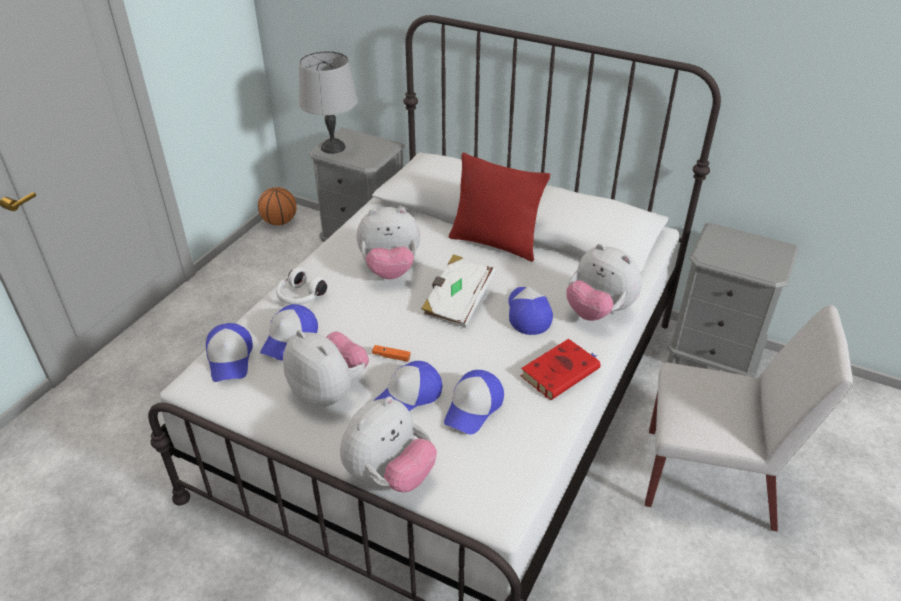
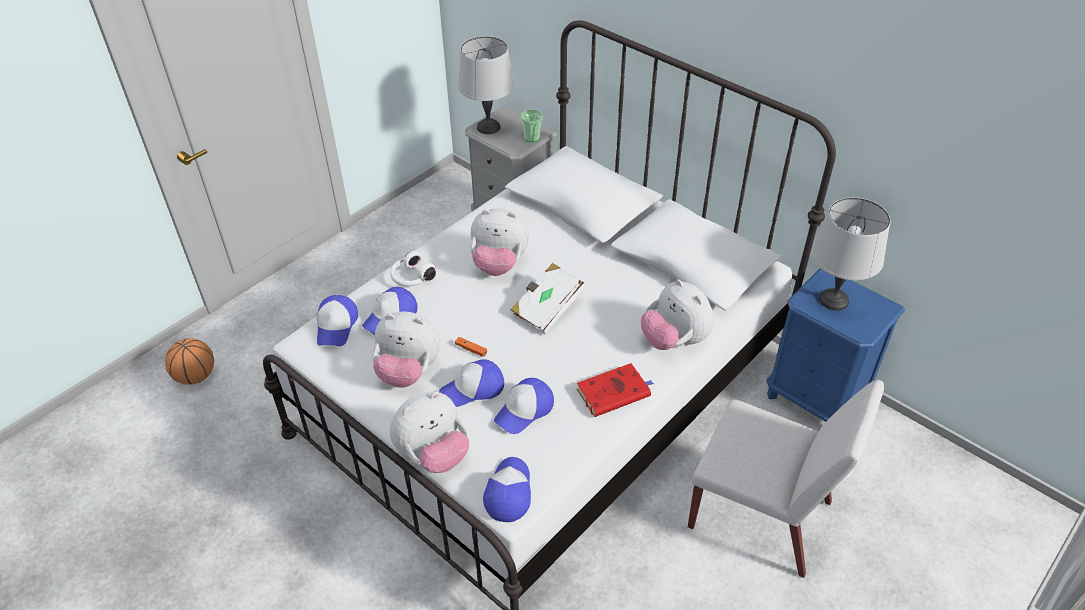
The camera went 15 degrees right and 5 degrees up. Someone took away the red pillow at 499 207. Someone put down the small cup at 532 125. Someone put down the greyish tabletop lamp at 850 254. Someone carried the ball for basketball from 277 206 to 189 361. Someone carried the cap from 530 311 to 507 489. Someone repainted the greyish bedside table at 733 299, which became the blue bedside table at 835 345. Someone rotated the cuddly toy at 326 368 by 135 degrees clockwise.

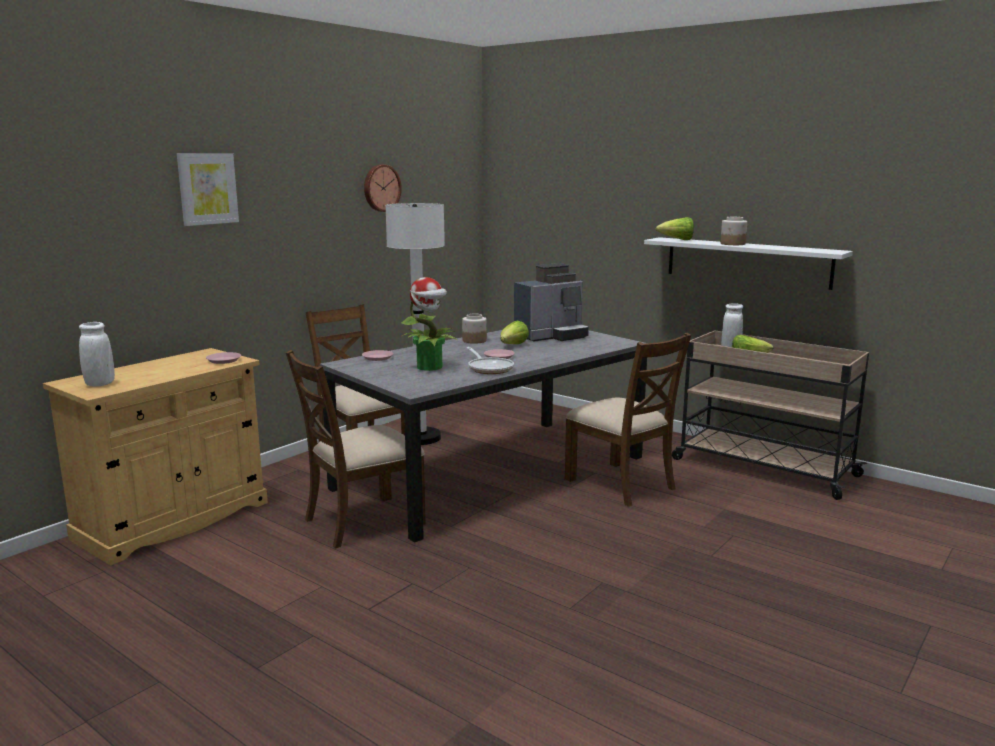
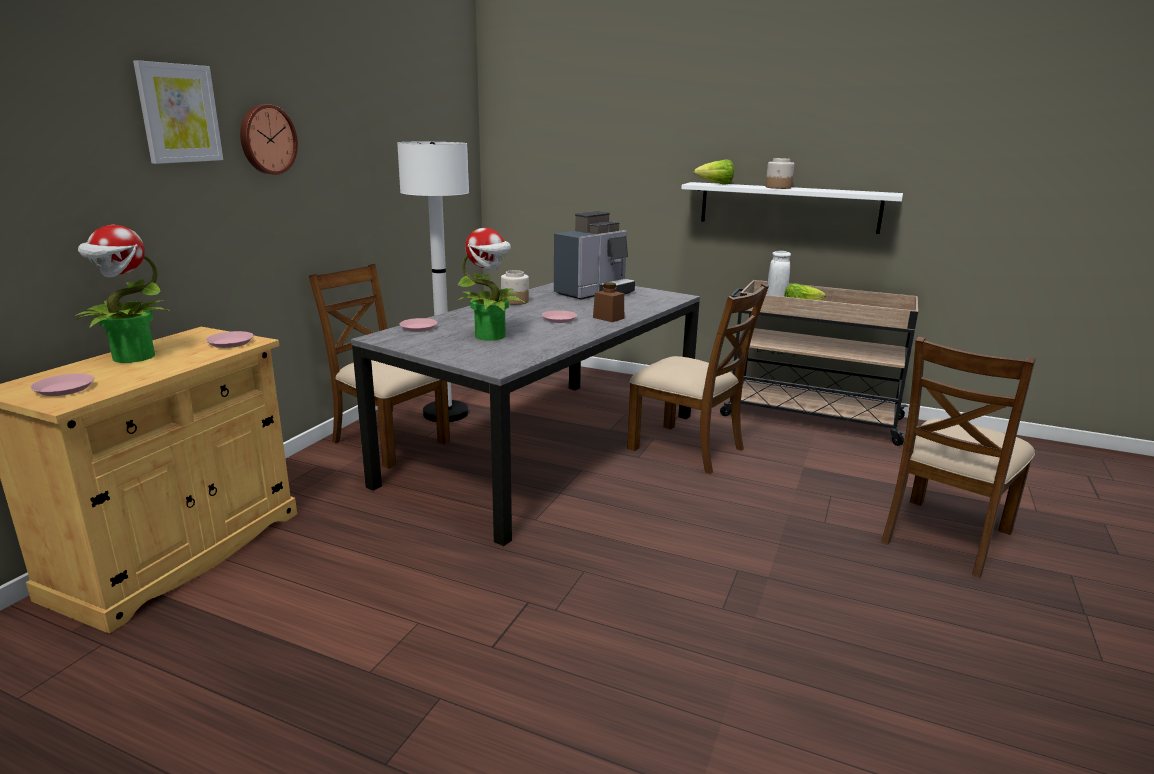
The camera went 15 degrees left and 5 degrees up. Someone took away the pan at 490 360. Someone took away the lettuce head at 514 332. Someone put down the potted plant at 123 294. Someone put down the brownish jar at 608 302. Someone carried the brownish upright chair from 356 449 to 958 457. Someone carried the hanging clock from 383 188 to 269 139. Someone swapped the whitish flower vase at 97 354 for the pinkish flat dish at 62 384.

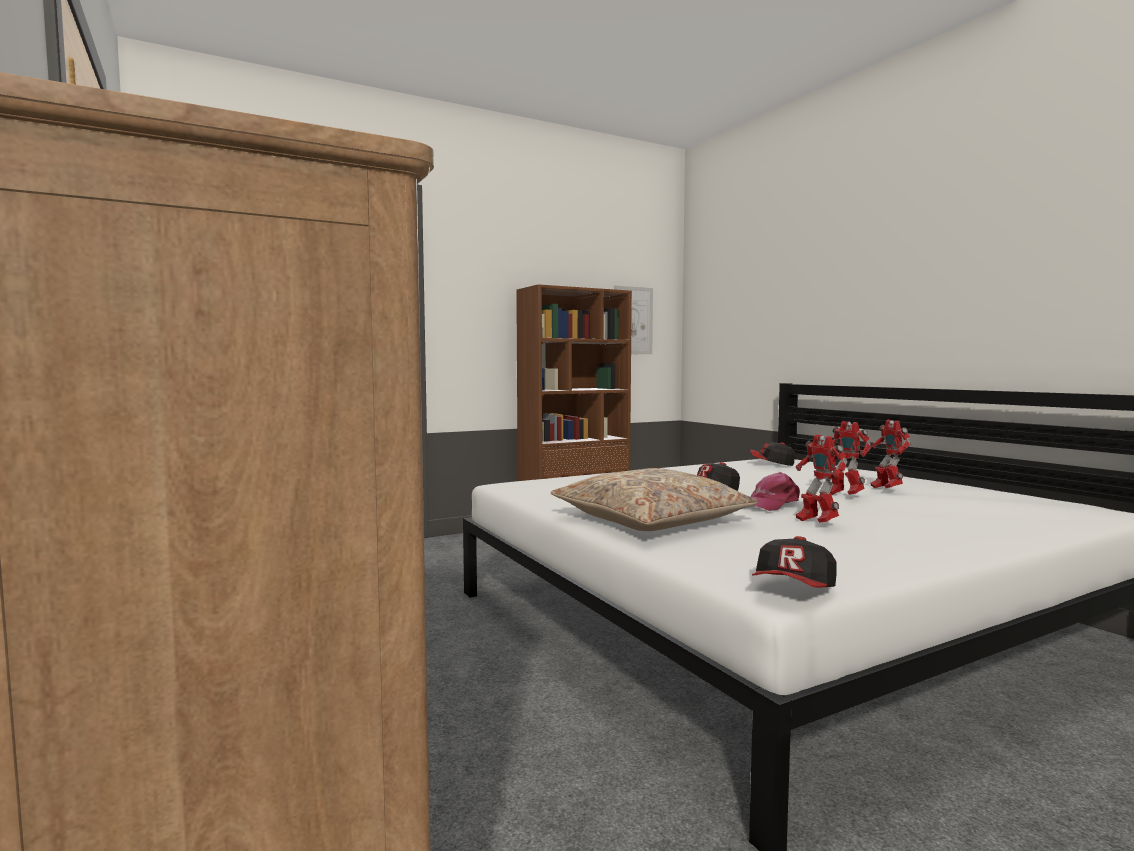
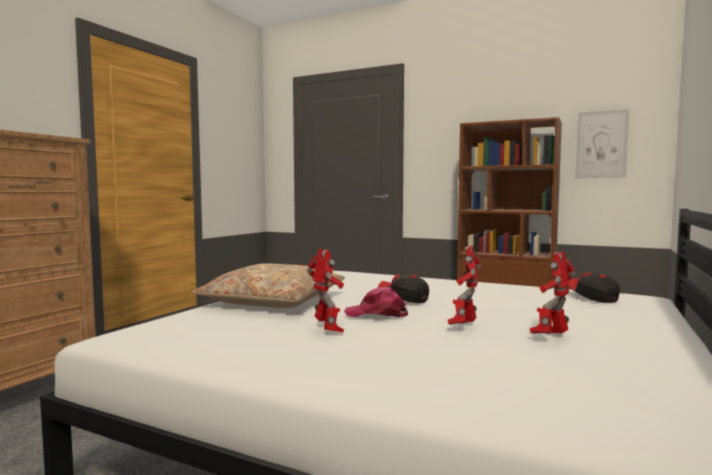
The camera went 55 degrees right and 0 degrees up. Someone took away the cap at 794 562. Someone rotated the model robot at 821 478 by 120 degrees clockwise.

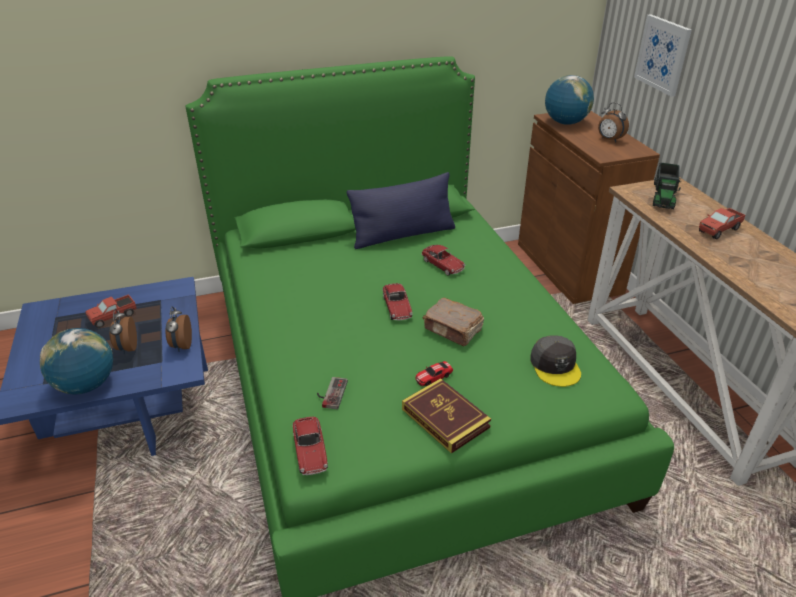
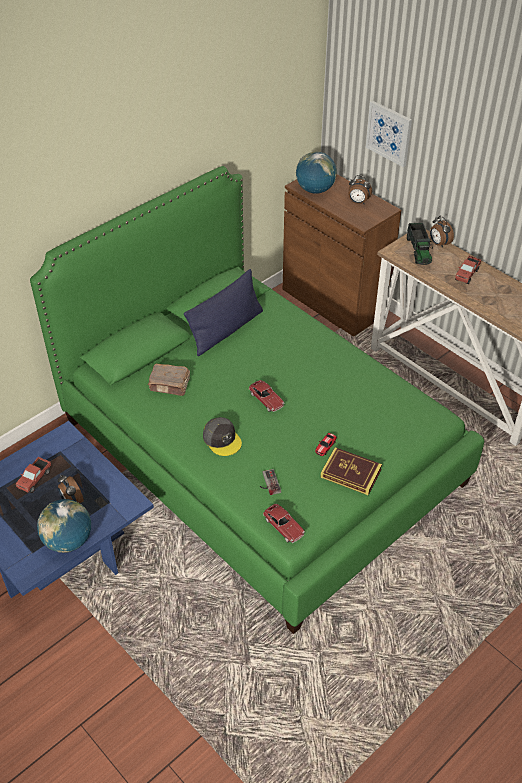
The camera went 25 degrees left and 10 degrees up. Someone took away the miniature car at 443 260. Someone carried the table clock from 179 329 to 442 232. Someone carried the brownish volume from 453 322 to 169 380. Someone carried the greyish cap from 555 361 to 222 436.

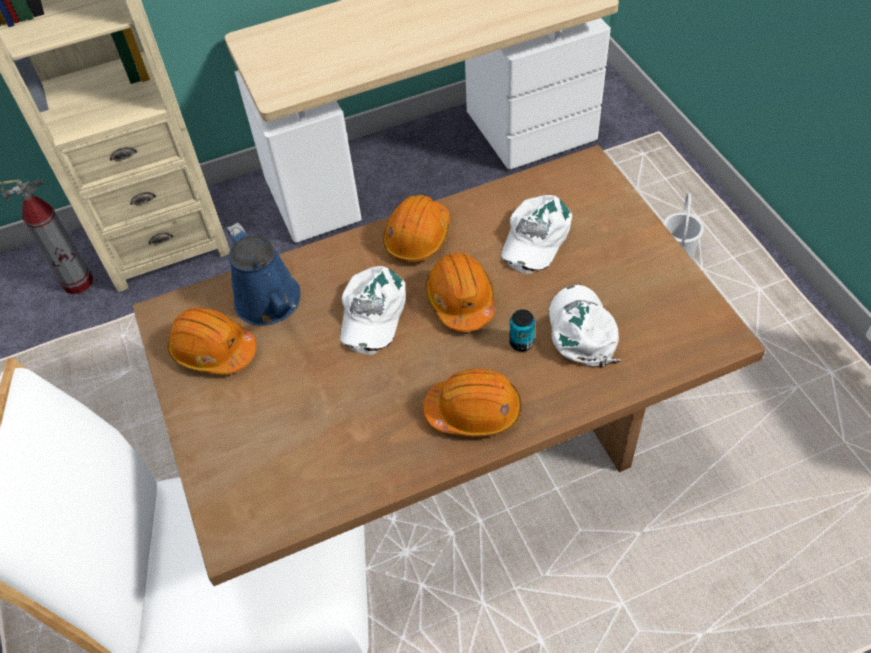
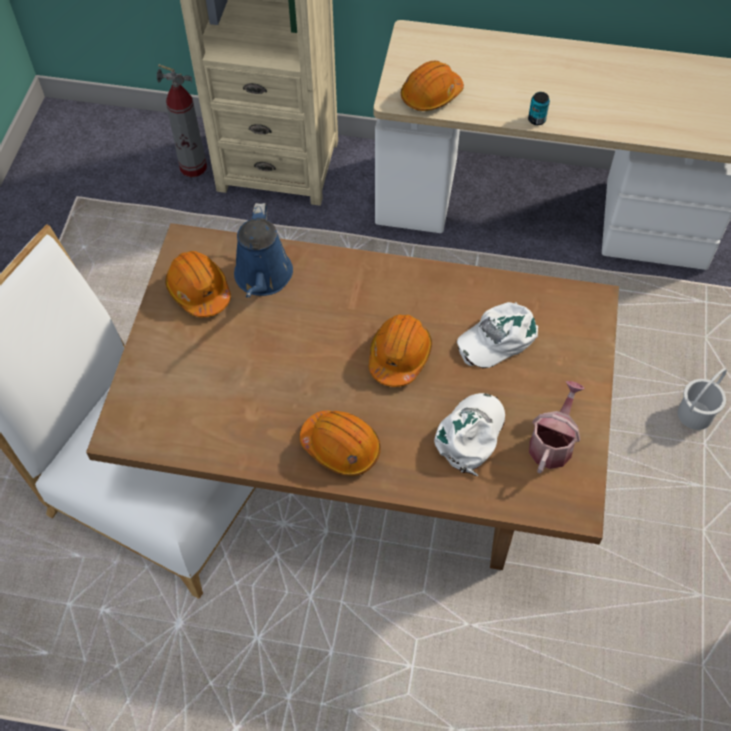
The camera went 30 degrees right and 5 degrees up. Someone took away the whitish cap at 373 310. Someone put down the sprinkling can at 557 427. Someone carried the orangey work helmet from 416 228 to 432 86. Someone carried the sealed can from 522 330 to 539 108.

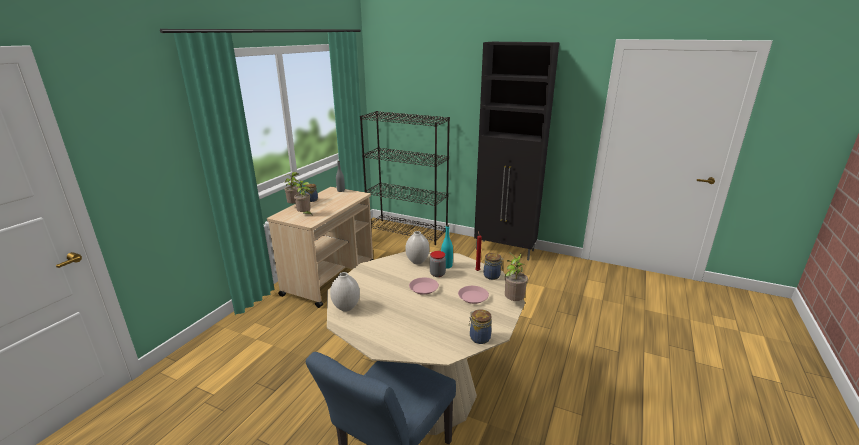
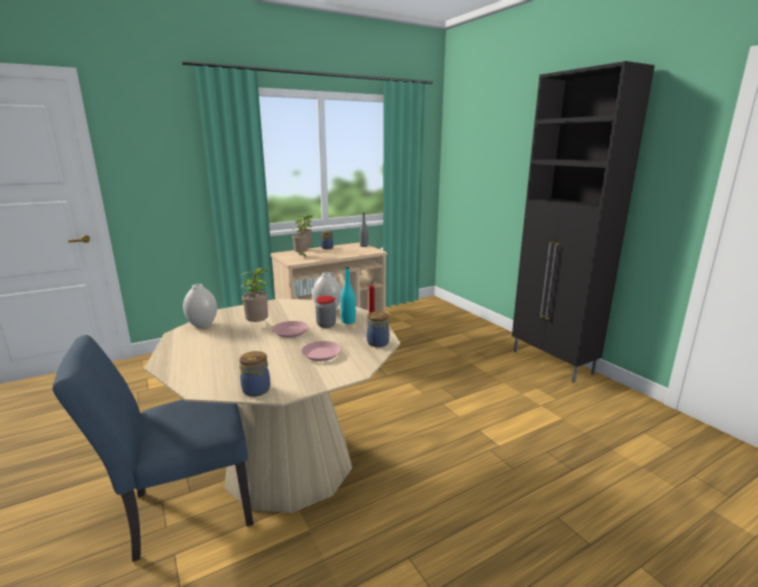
The camera went 35 degrees right and 5 degrees down. Someone took away the black-coloured bookshelf at 405 178. Someone carried the potted plant from 516 276 to 253 295.

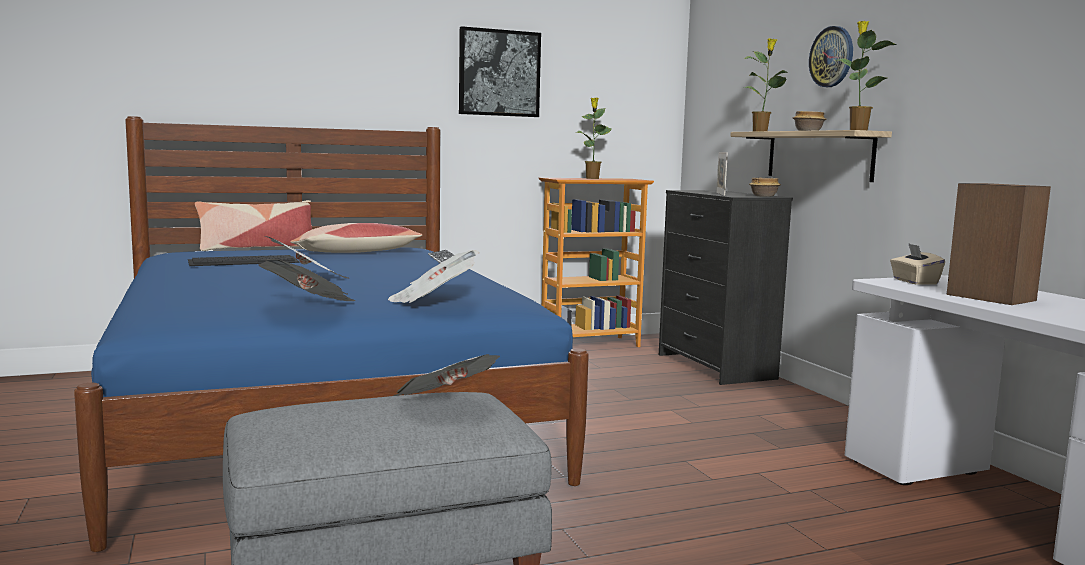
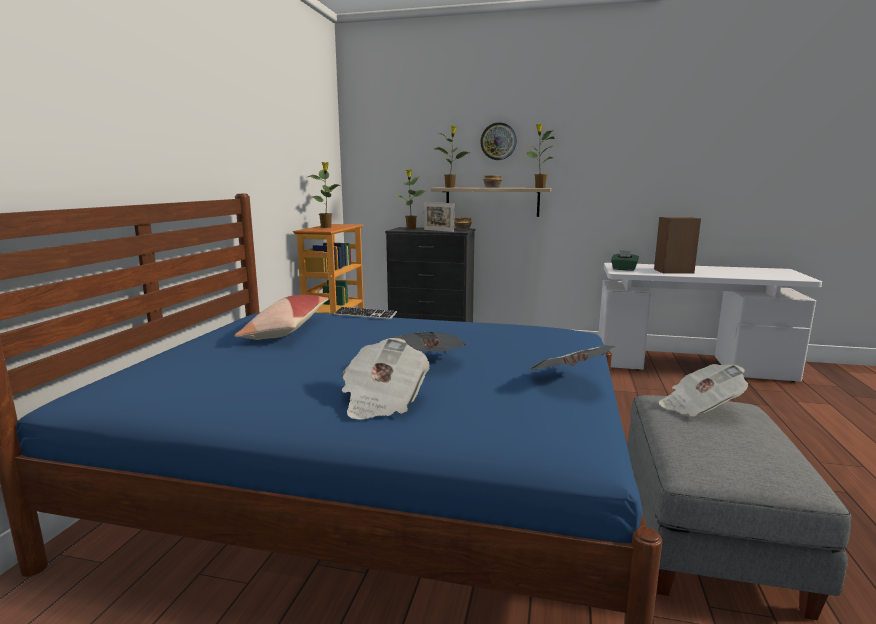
The camera went 55 degrees left and 5 degrees up. Someone took away the keyboard at 243 260. Someone took away the pillow at 253 225. Someone took away the picture at 500 71. Someone put down the potted plant at 410 199. Someone carried the printed paper from 433 276 to 386 378. Someone repainted the beige tissue holder at 917 264, which became the green tissue holder at 625 260.

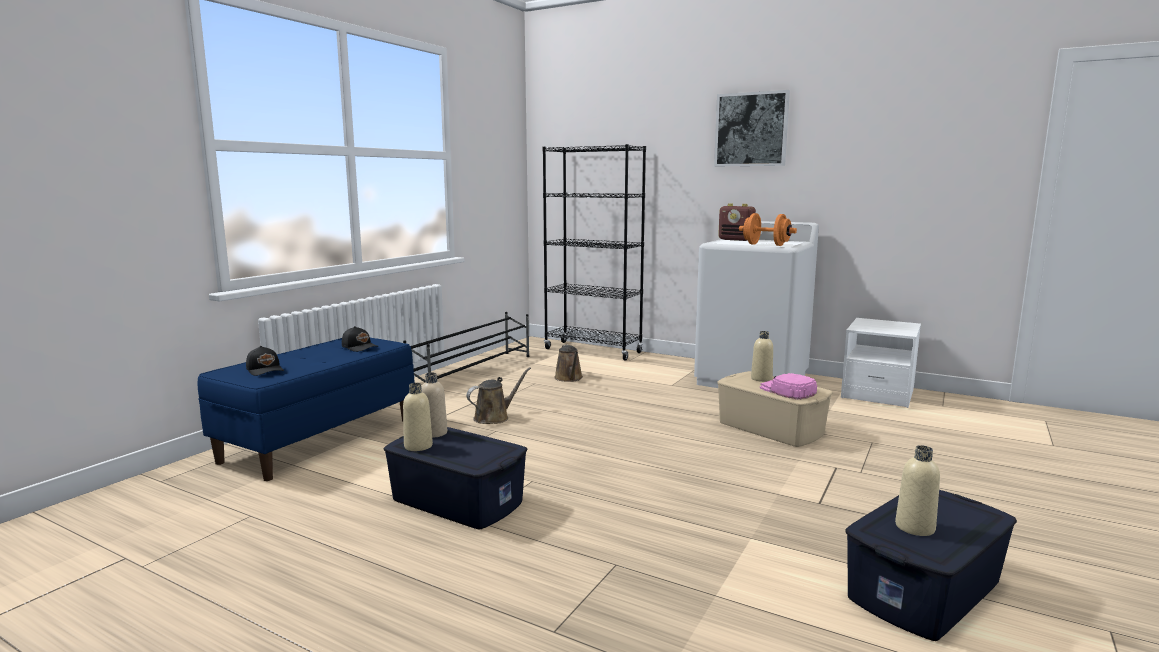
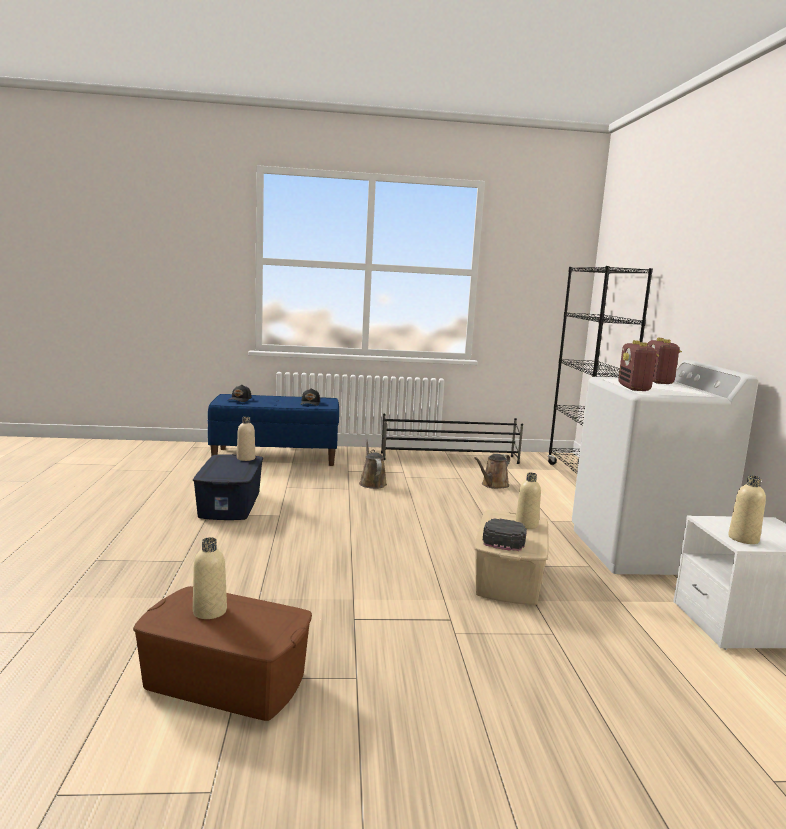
The camera went 55 degrees right and 0 degrees up. Someone took away the picture at 752 128. Someone carried the beige drink bottle from 418 417 to 747 509. Someone swapped the orangey dumbbell at 768 229 for the radio set at 638 365. Someone repainted the pinkish cap at 788 386, which became the black-coloured cap at 505 534. Someone repainted the blue storage bin at 931 565, which became the brownish storage bin at 222 653. Someone rotated the brownish sprinkling can at 498 395 by 120 degrees counterclockwise.

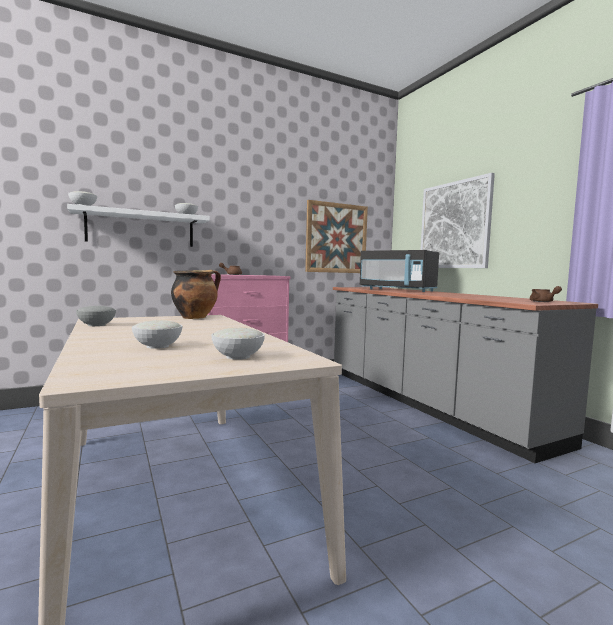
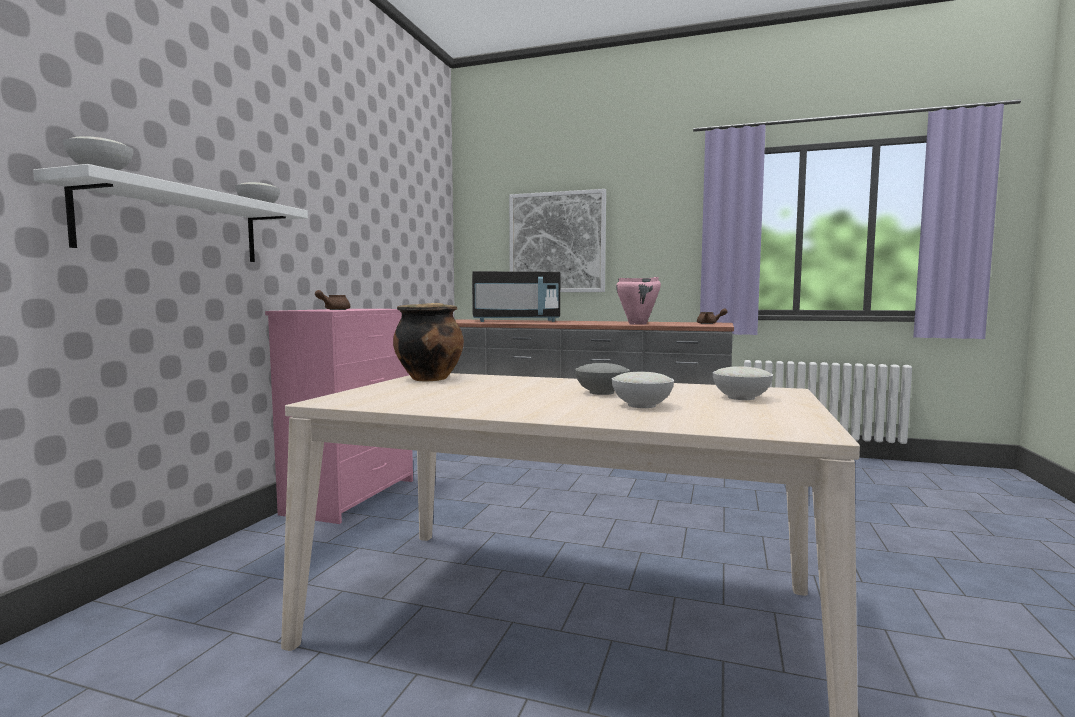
The camera went 45 degrees left and 0 degrees up. Someone took away the picture at 336 236. Someone put down the pinkish saucepot at 638 301. Someone carried the greyish deep dish from 96 316 to 602 379.

